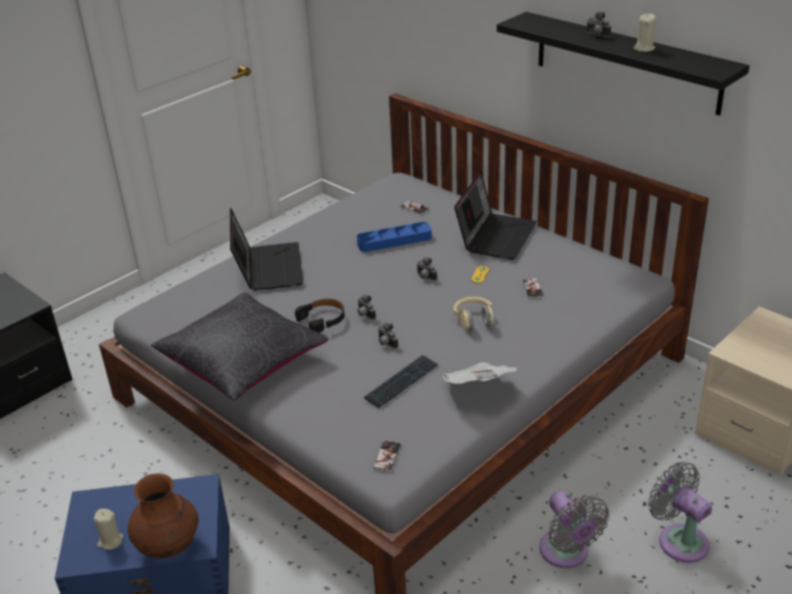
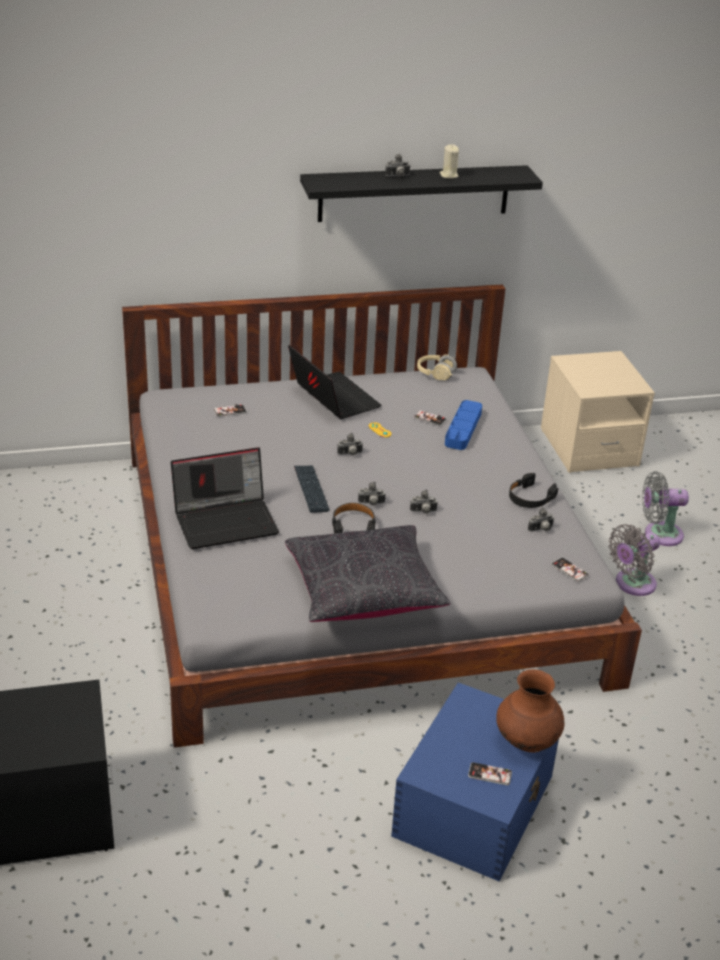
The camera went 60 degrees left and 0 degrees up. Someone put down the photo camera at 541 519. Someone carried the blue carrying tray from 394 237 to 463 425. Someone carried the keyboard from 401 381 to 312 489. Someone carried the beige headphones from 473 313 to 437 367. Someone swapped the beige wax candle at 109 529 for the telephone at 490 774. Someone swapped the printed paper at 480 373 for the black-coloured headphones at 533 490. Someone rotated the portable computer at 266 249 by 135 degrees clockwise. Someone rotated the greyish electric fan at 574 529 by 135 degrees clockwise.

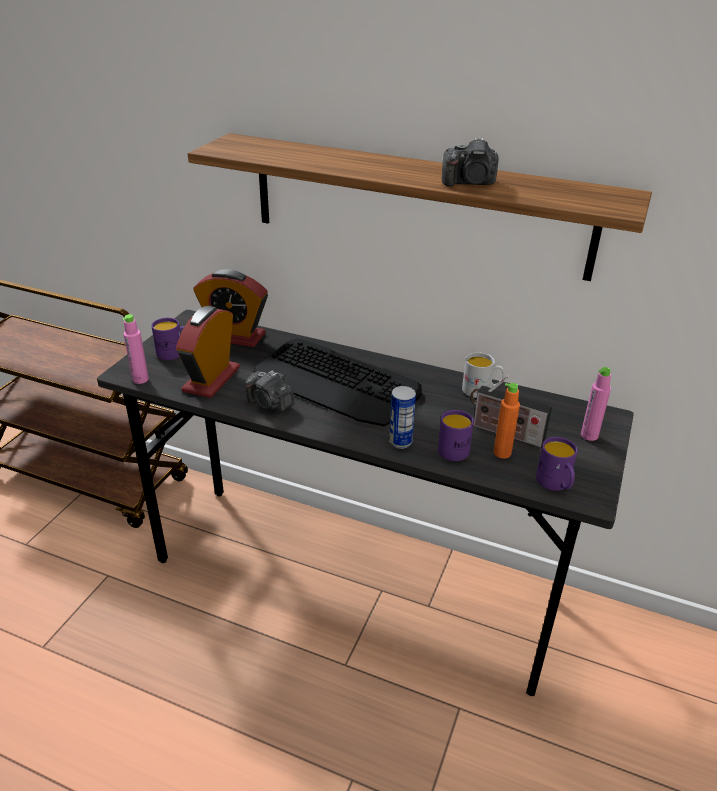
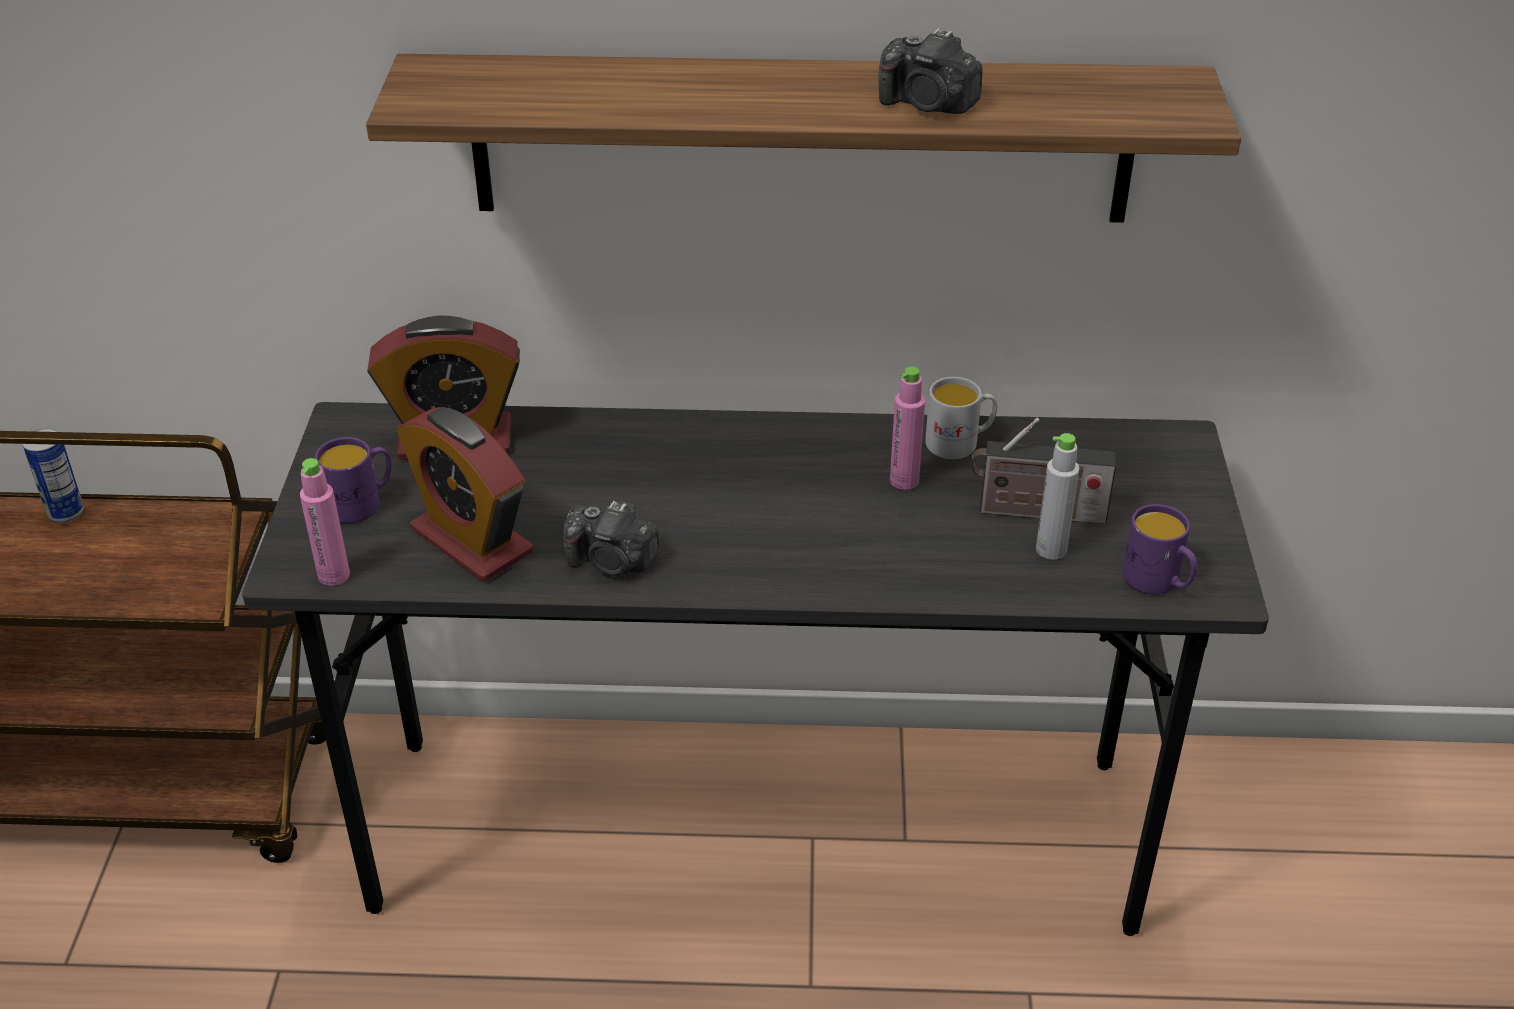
The camera went 20 degrees left and 5 degrees up. Someone took away the keyboard at 338 382. Someone took away the purplish coffee mug at 456 435. Someone carried the sealed can from 402 417 to 53 475. Someone carried the pinkish drink bottle from 596 404 to 907 428. Someone repainted the orangey drink bottle at 506 421, which became the greyish drink bottle at 1057 496. Someone rotated the table clock at 208 352 by 45 degrees counterclockwise. Someone rotated the photo camera at 470 162 by 45 degrees clockwise.

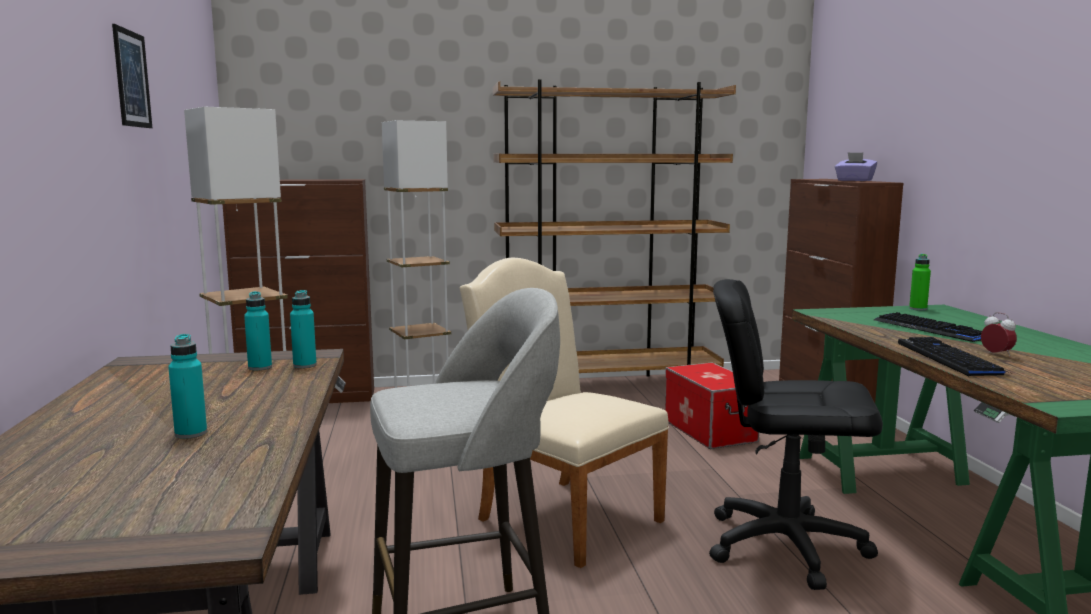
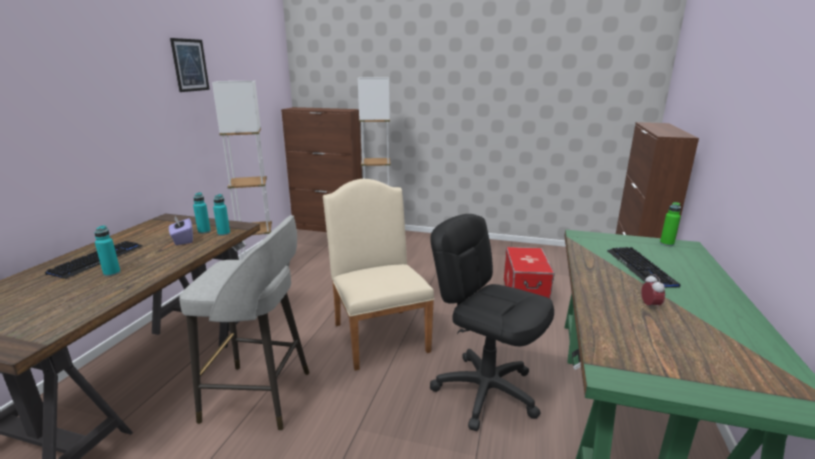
The camera went 25 degrees right and 10 degrees up. Someone took away the brownish bookshelf at 614 228. Someone carried the purplish tissue holder from 856 166 to 181 230. Someone carried the keyboard from 954 356 to 93 260.

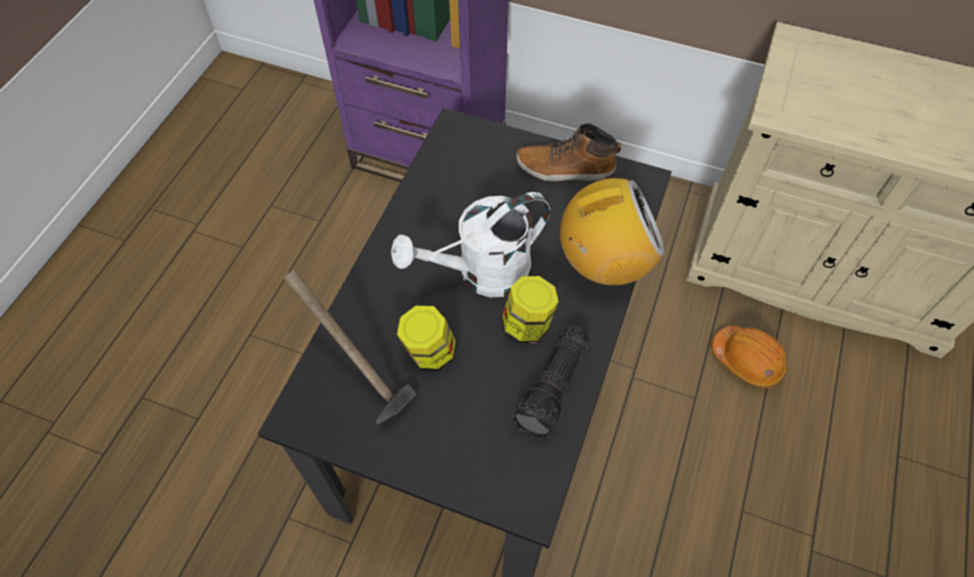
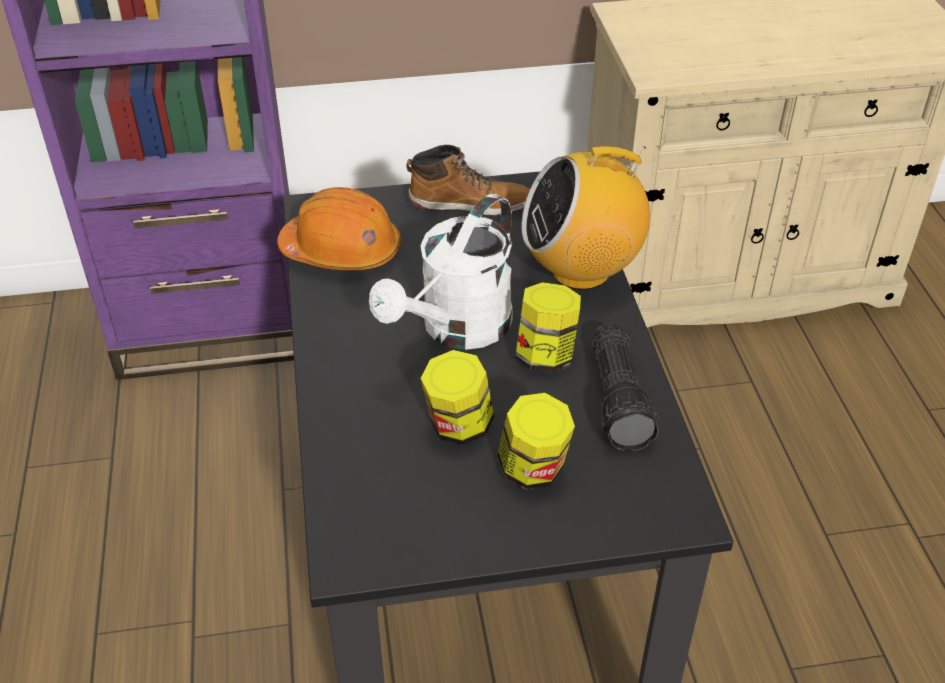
The camera went 30 degrees left and 15 degrees down. Someone took away the hammer at 349 346. Someone put down the jar at 536 441. Someone carried the orangey work helmet from 750 357 to 339 229. Someone rotated the boot at 568 153 by 150 degrees counterclockwise. Someone rotated the radio set at 612 231 by 150 degrees counterclockwise.

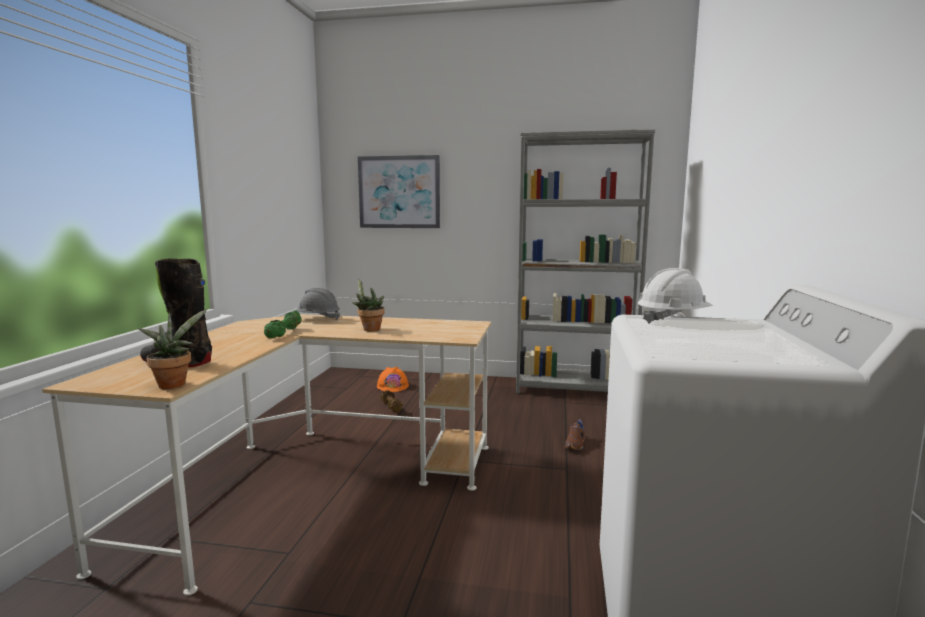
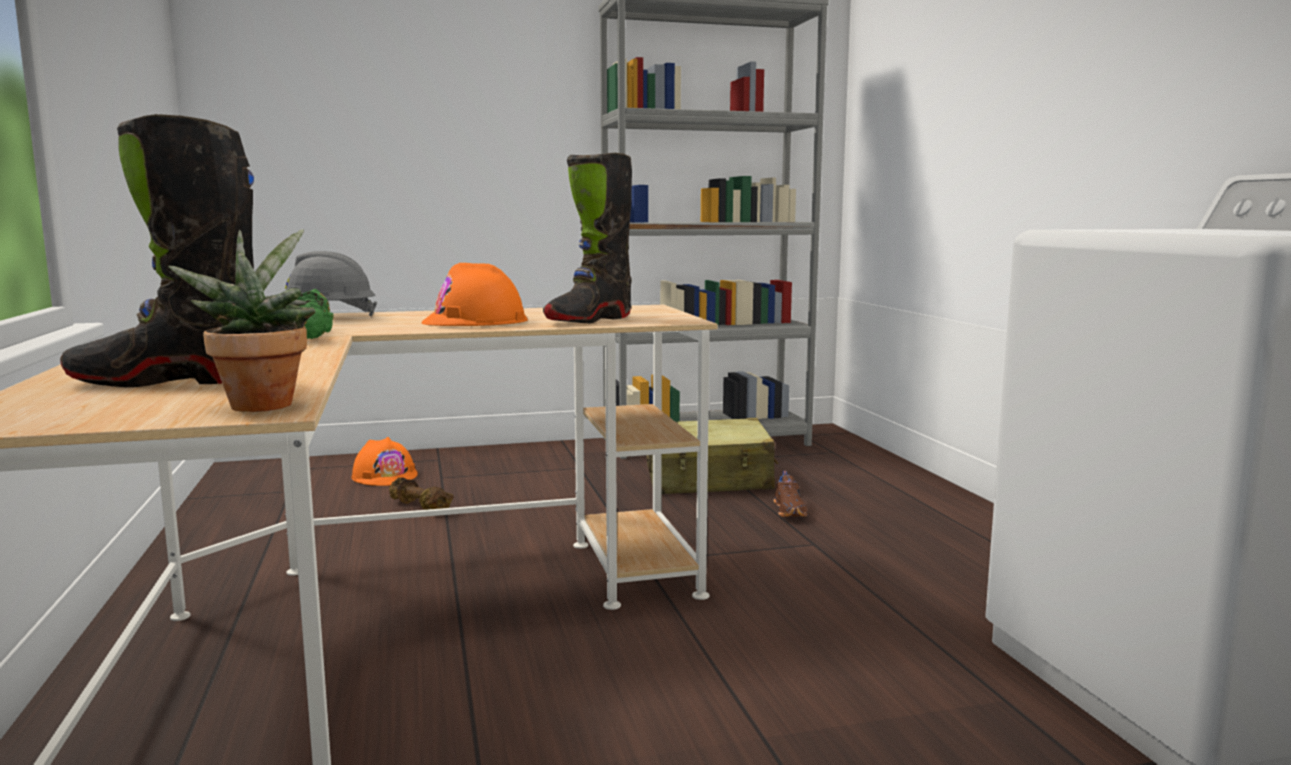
The camera went 25 degrees left and 0 degrees up. Someone took away the picture at 399 191. Someone took away the whitish work helmet at 675 296. Someone put down the black-coloured boot at 587 238. Someone put down the beige piece of luggage at 712 456. Someone swapped the potted plant at 368 304 for the orangey work helmet at 474 294.

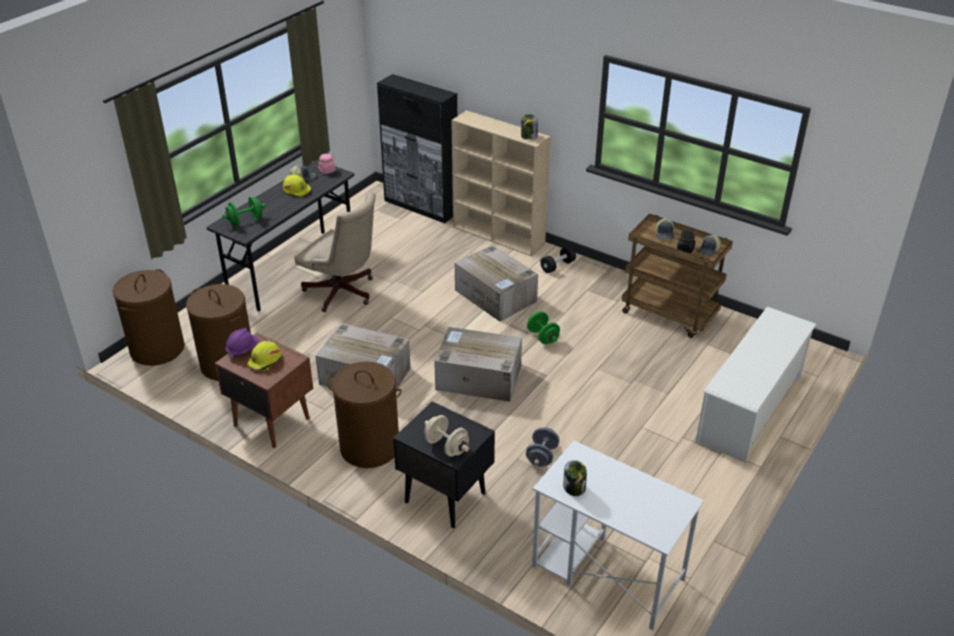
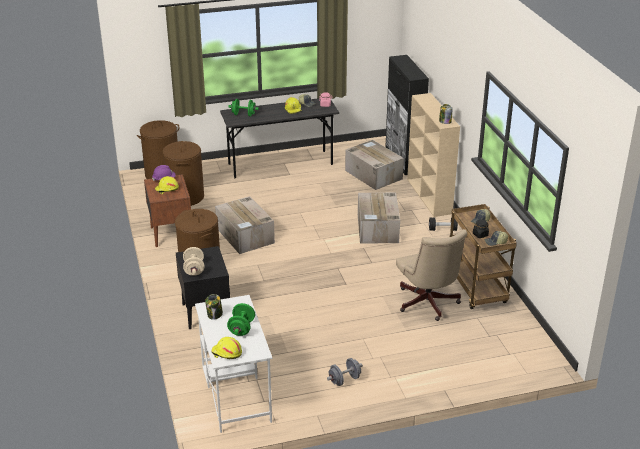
The camera went 40 degrees right and 5 degrees down. Someone took away the whitish shoe rack at 756 385. Someone put down the yellowish work helmet at 226 348. Someone carried the beige office chair from 335 251 to 431 275. Someone carried the cardboard box from 478 364 to 374 165. Someone carried the greyish dumbbell from 542 447 to 345 372. Someone carried the green dumbbell from 543 327 to 241 319.

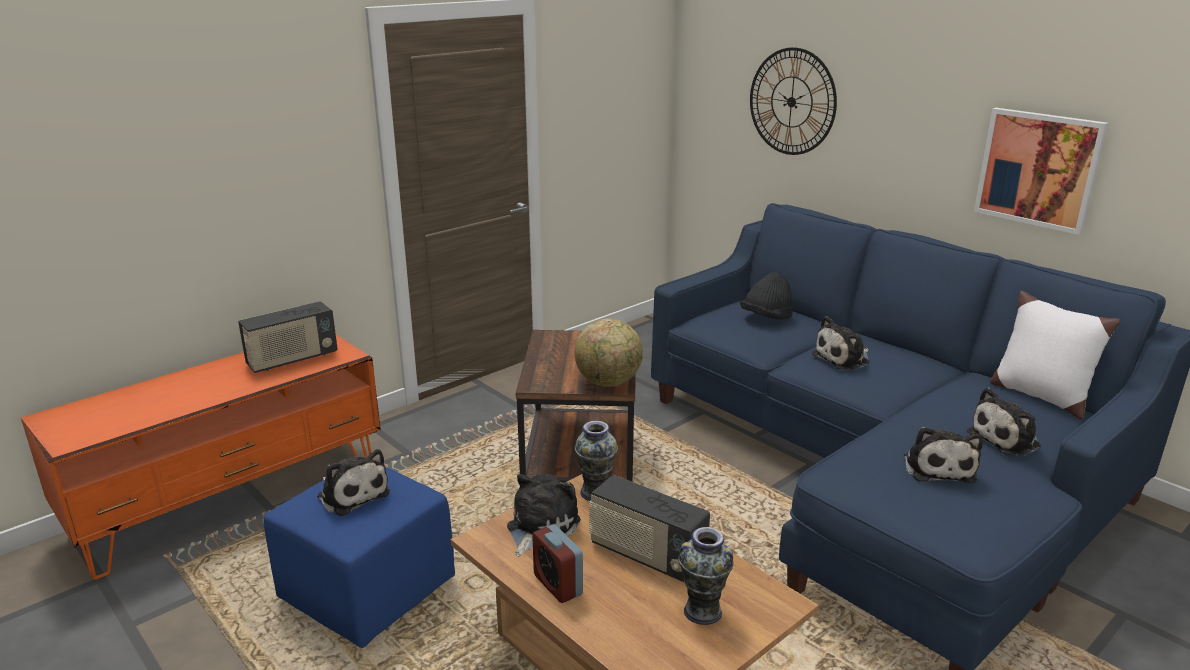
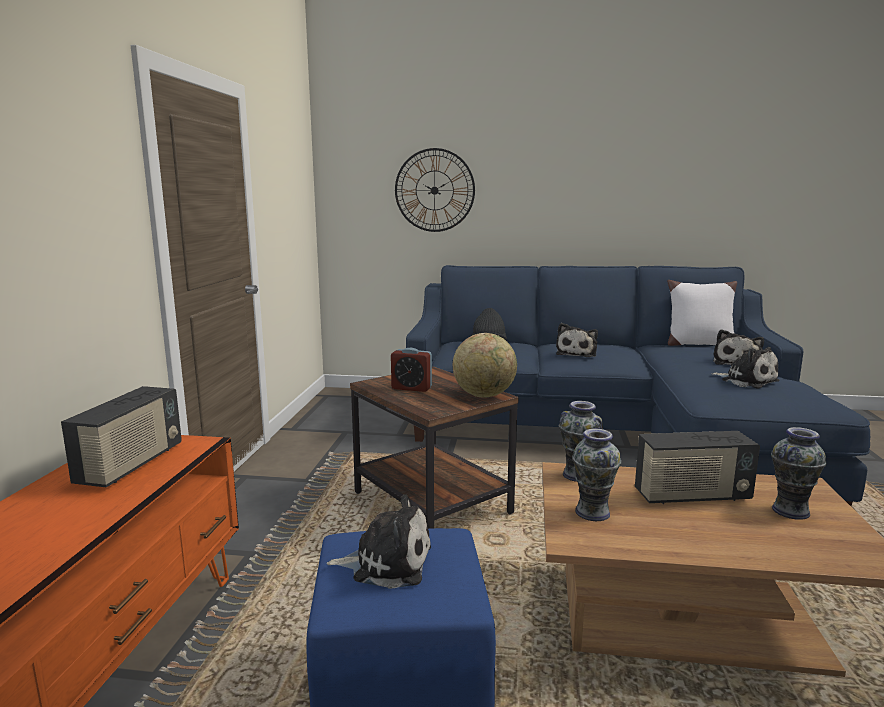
The camera went 40 degrees left and 10 degrees down. Someone took away the picture at 1041 171. Someone carried the table clock from 557 563 to 411 370. Someone swapped the cuddly toy at 544 515 for the flower vase at 596 475.

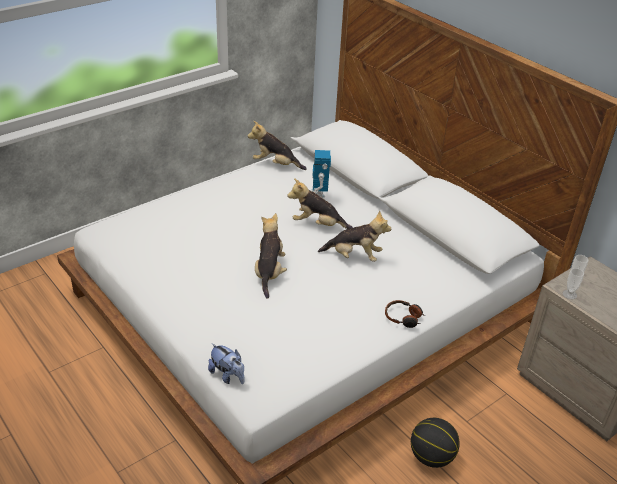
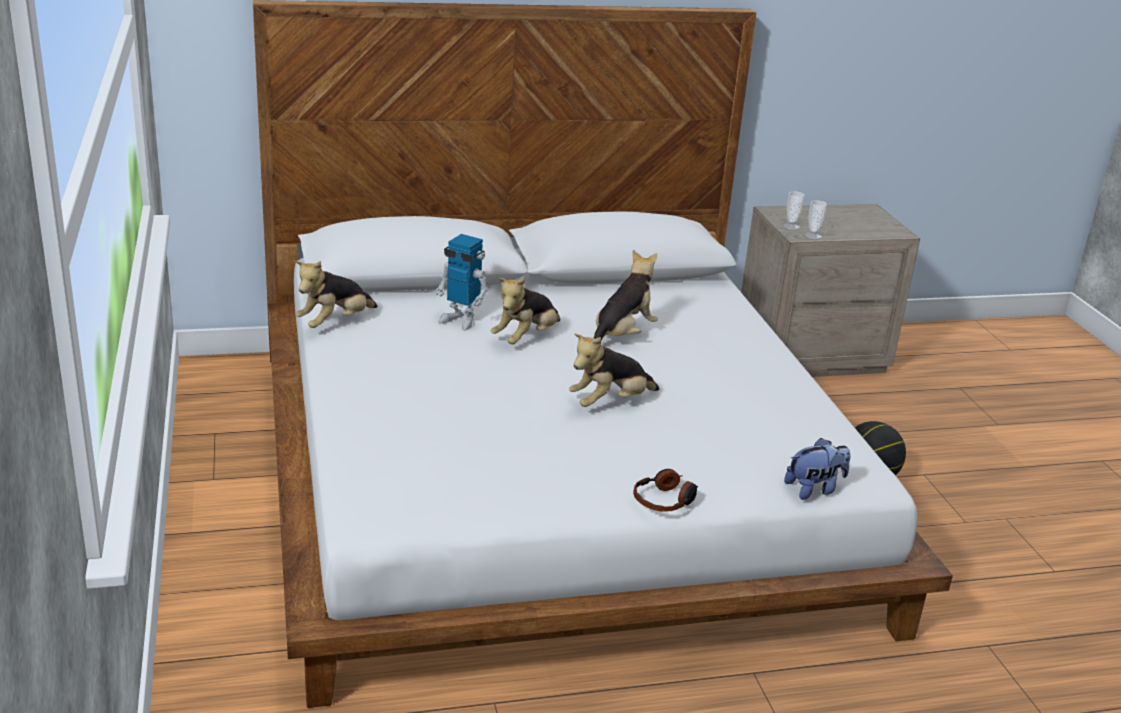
The camera went 65 degrees left and 10 degrees down. Someone carried the headphones from 405 314 to 665 490. Someone rotated the cuddly toy at 271 256 by 60 degrees counterclockwise.

